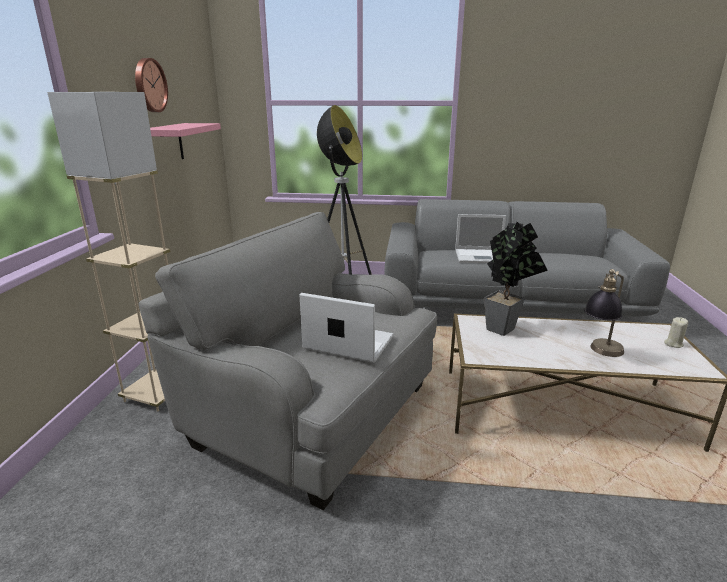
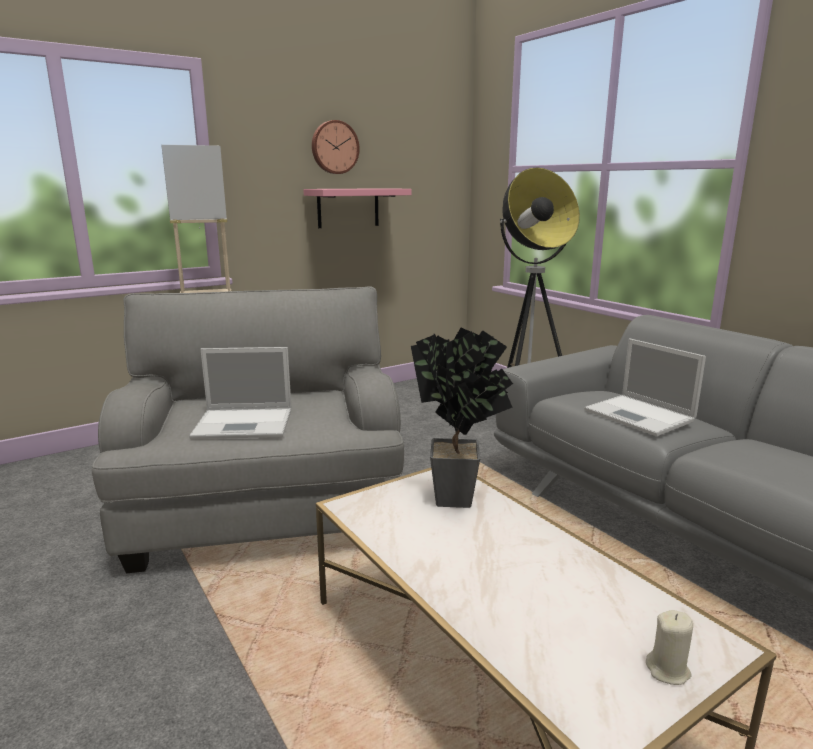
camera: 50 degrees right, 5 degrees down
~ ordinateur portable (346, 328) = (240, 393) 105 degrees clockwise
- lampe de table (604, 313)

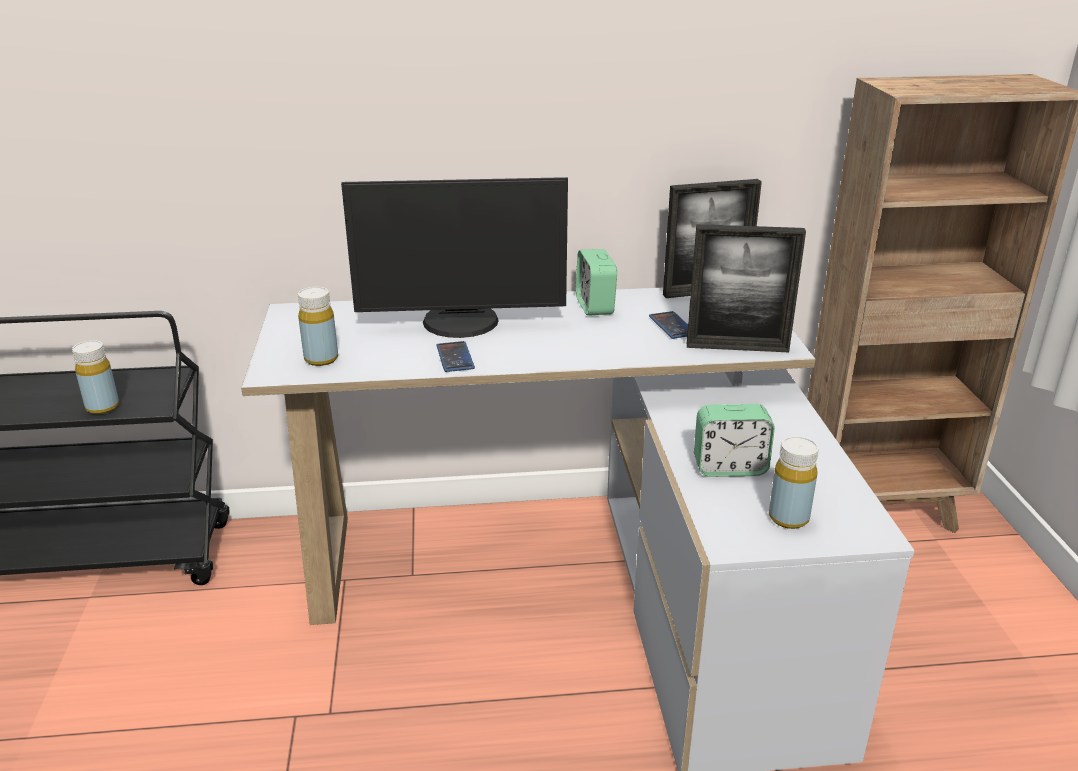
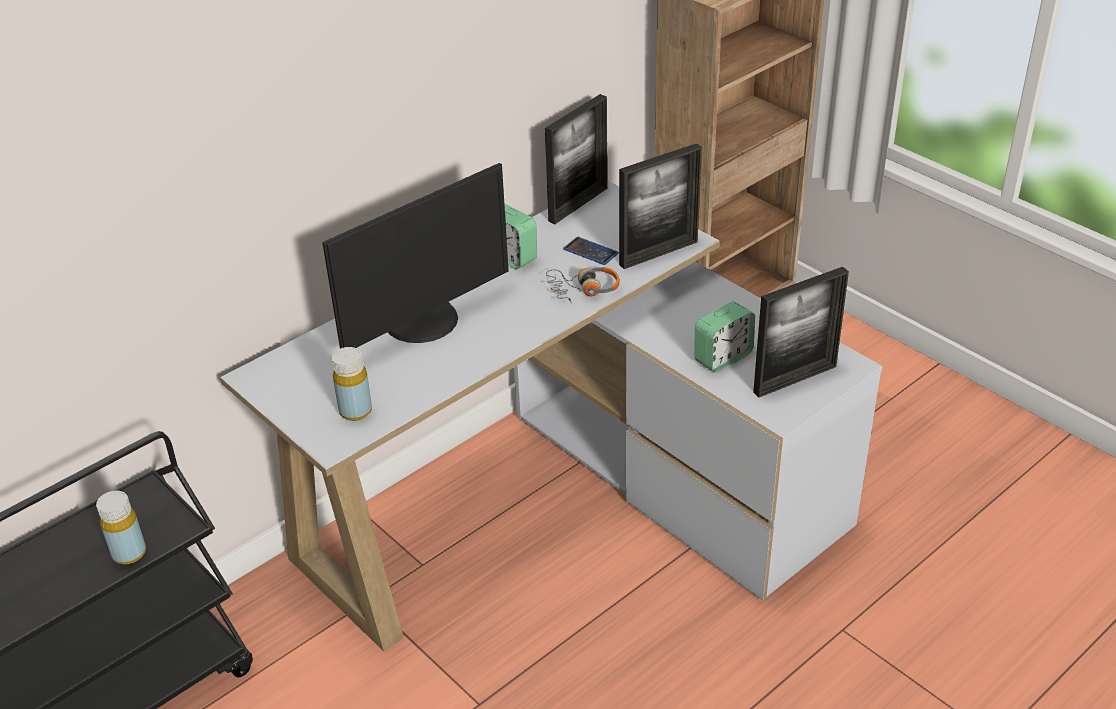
camera: 35 degrees left, 10 degrees up
+ casque audio (583, 285)
~ bouteille/jaune (794, 482) to cadre photo (801, 332)
- téléphone (455, 356)

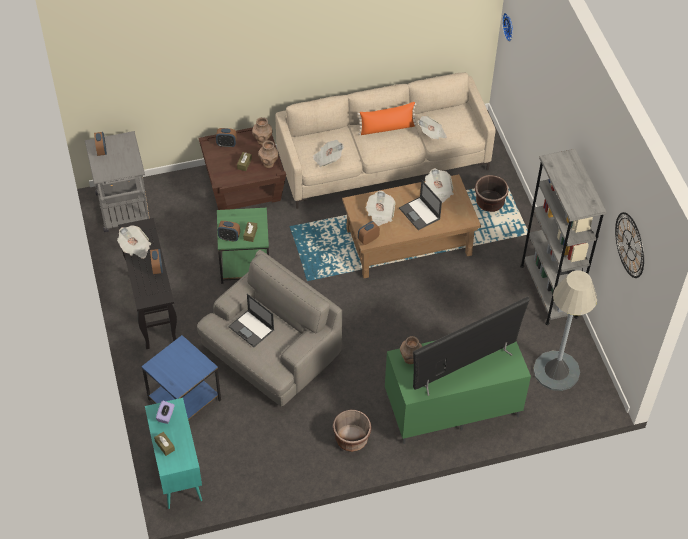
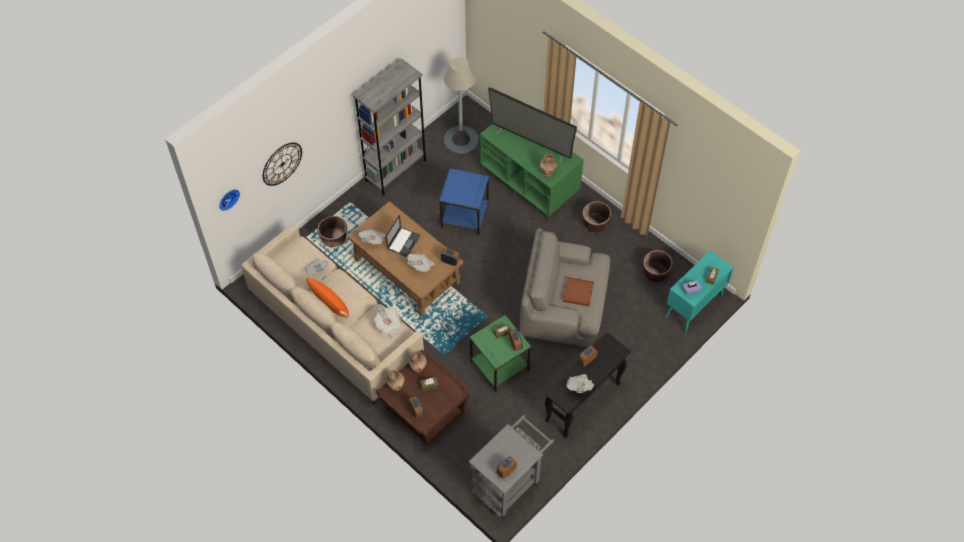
camera: 120 degrees left, 5 degrees up
~ horloge murale (629, 245) to (282, 164)
~ table d'appoint/bleu (181, 377) to (464, 201)
~ ordinateur portable (251, 320) to plateau/marron (578, 291)
+ cache-pot/marron (658, 266)

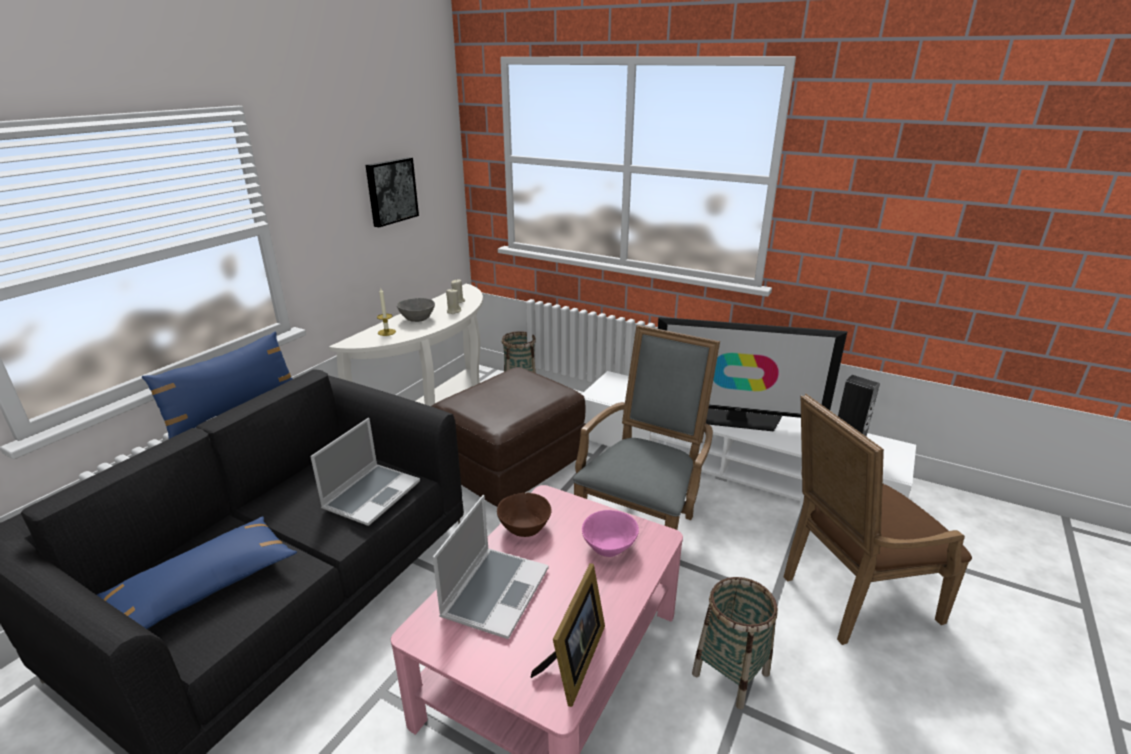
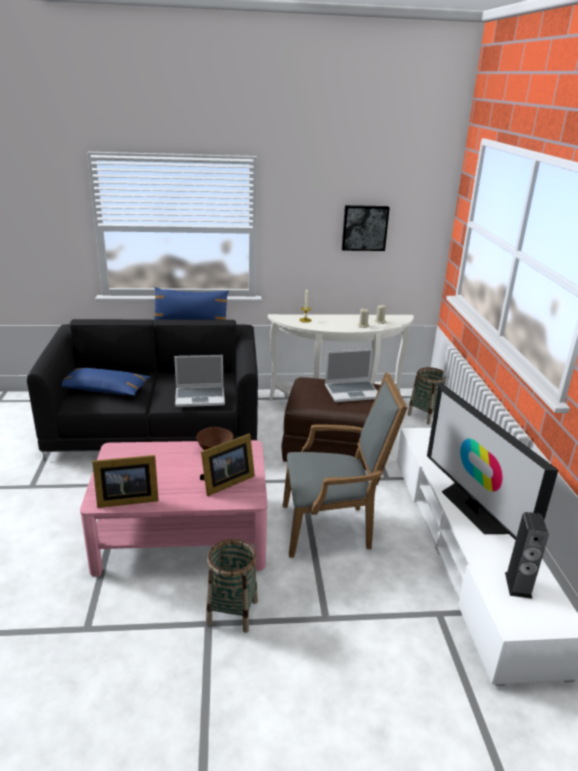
camera: 55 degrees right, 0 degrees up
~ bol/rose (610, 533) to cadre photo (227, 465)
~ ordinateur portable (491, 567) to (351, 375)
- bol/gris (416, 310)
- fauteuil/marron (878, 519)

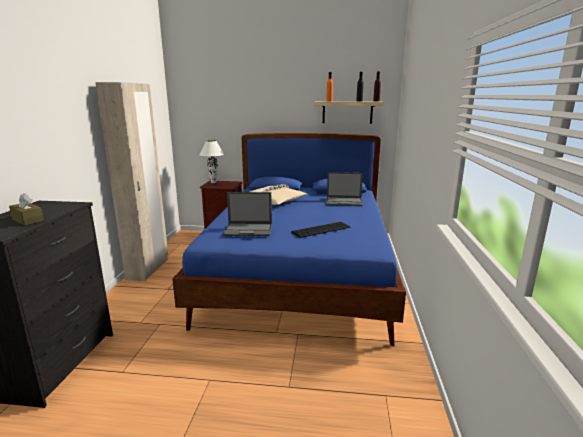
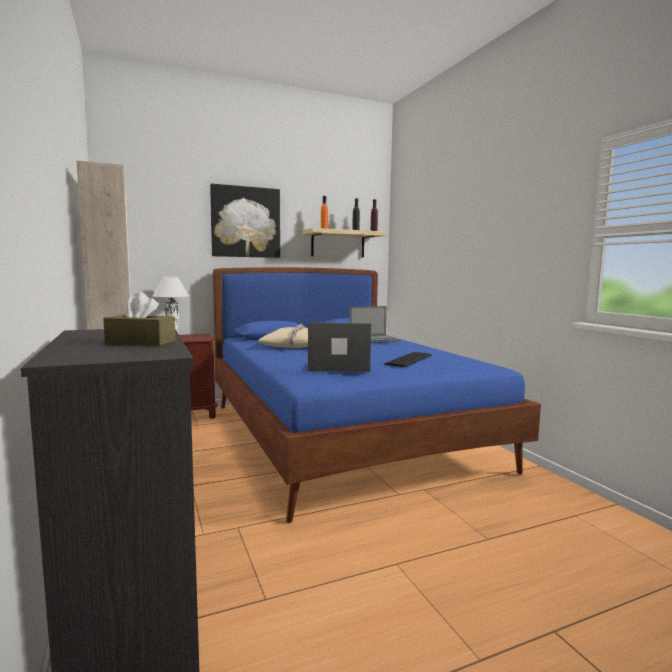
camera: 30 degrees left, 10 degrees down
+ tableau (245, 221)
~ ordinateur portable (247, 214) = (339, 347) 150 degrees counterclockwise

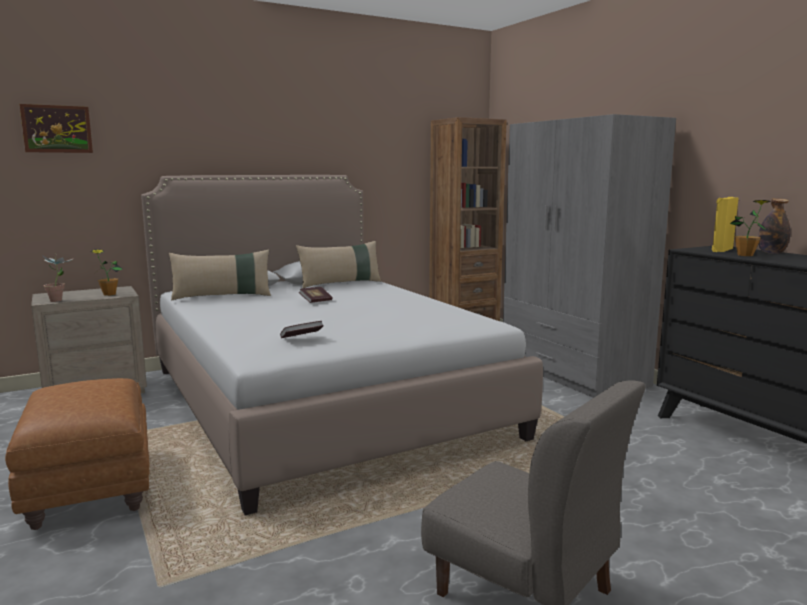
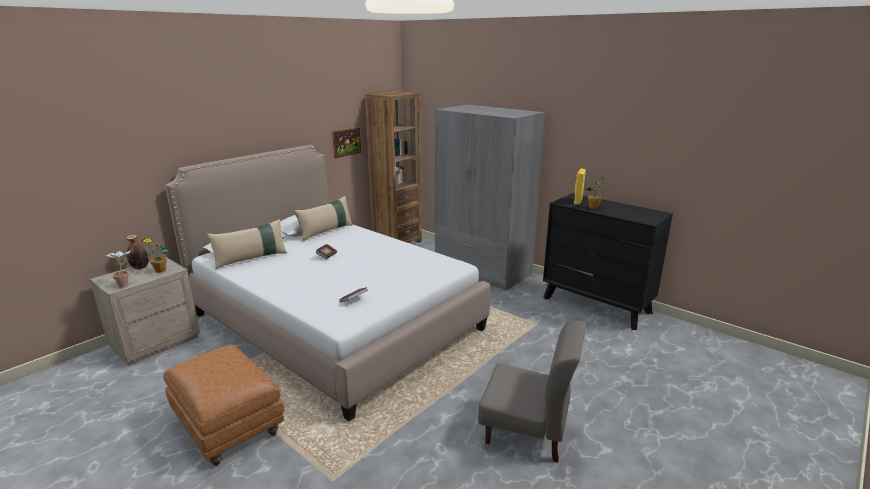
camera: 20 degrees left, 10 degrees up
~ bouteille (774, 226) to (137, 251)
~ tableau (56, 128) to (346, 143)

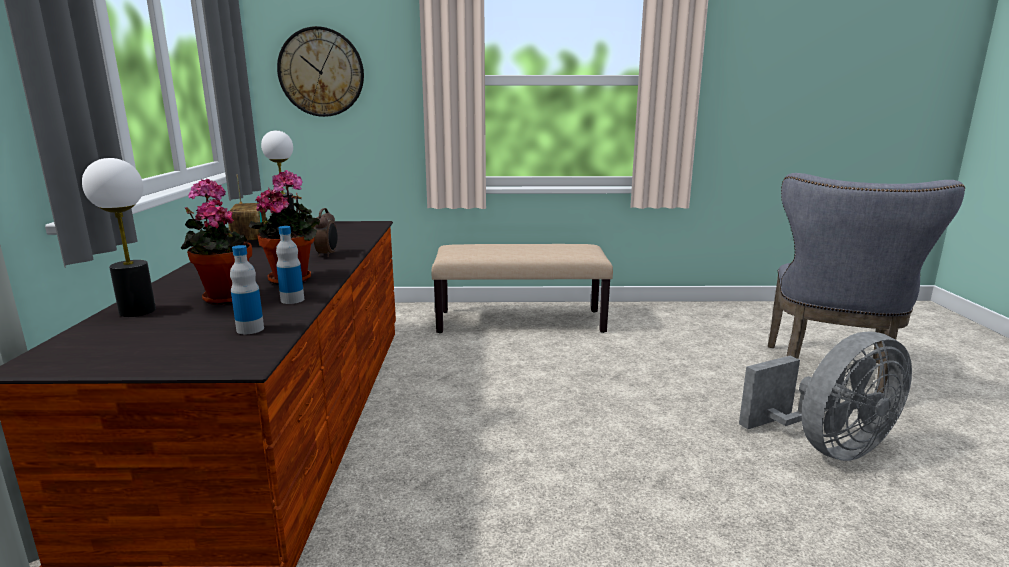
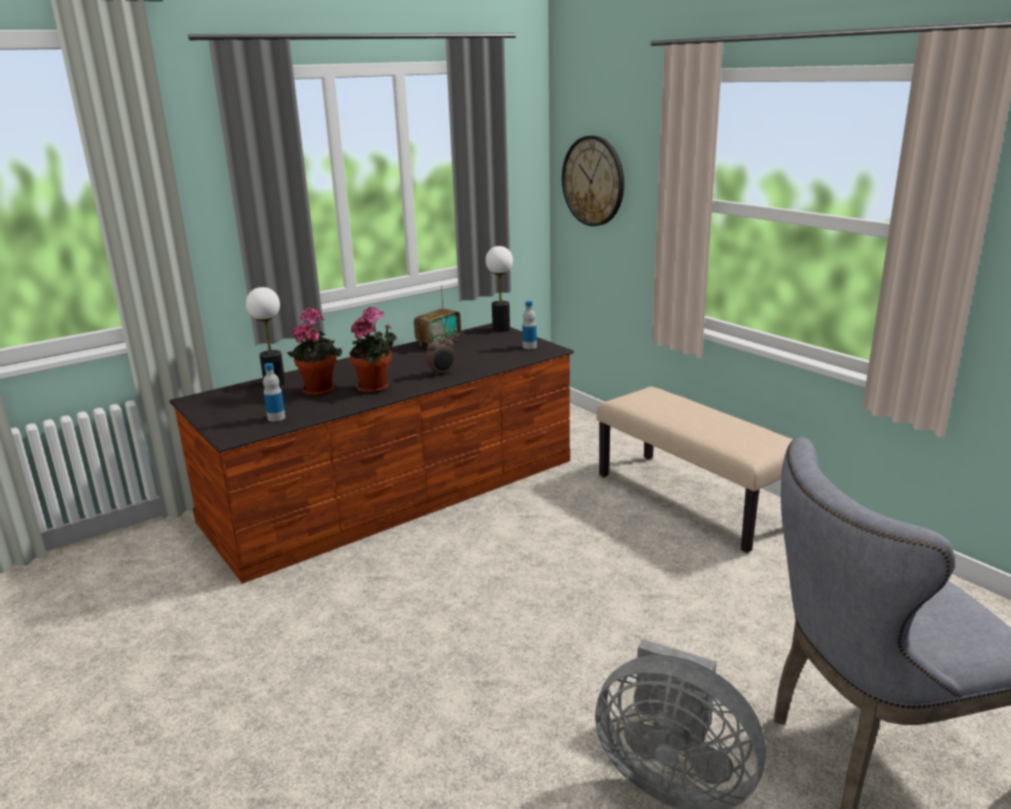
camera: 55 degrees right, 5 degrees up
~ bouteille (290, 265) to (529, 325)

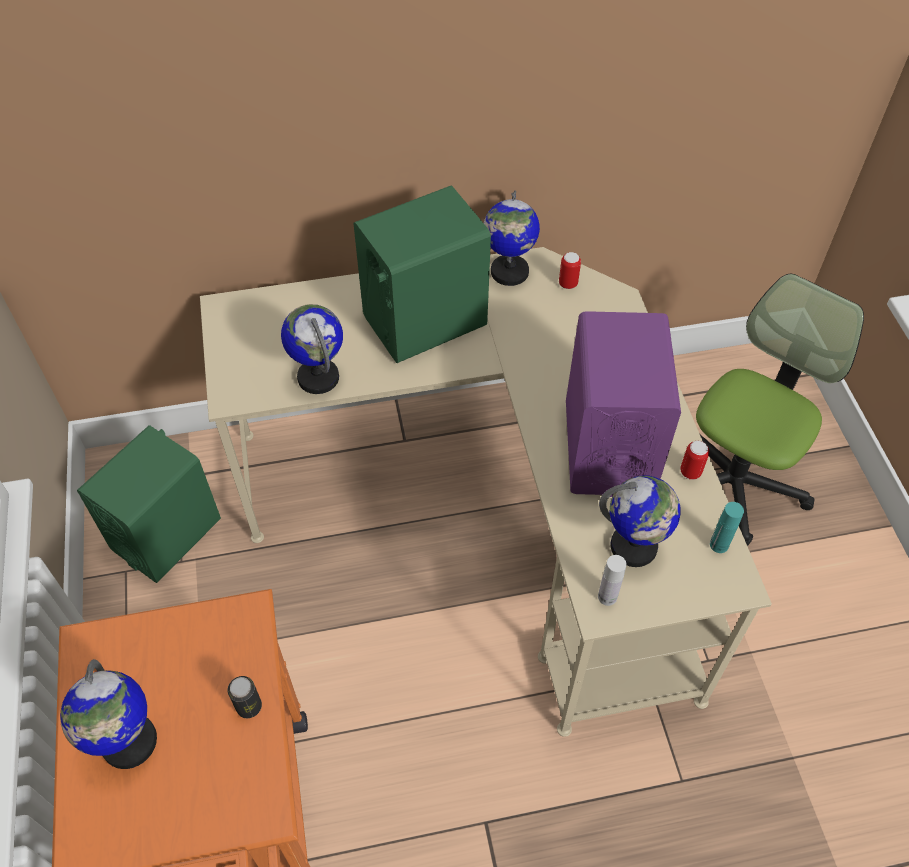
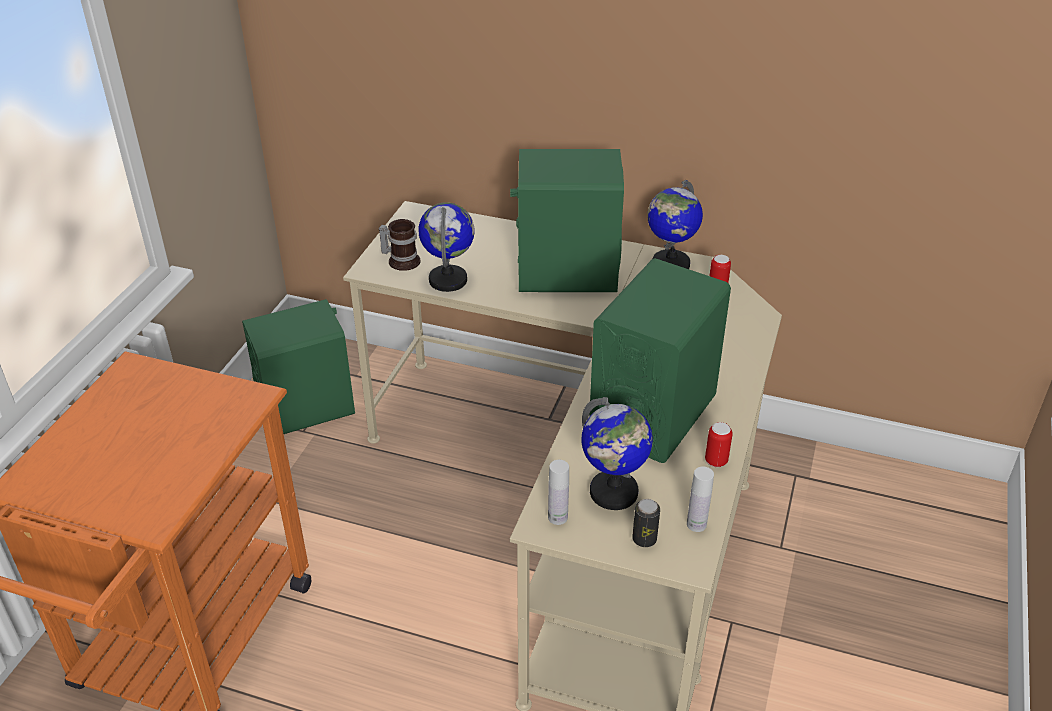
camera: 30 degrees right, 15 degrees down
+ mug (400, 245)
~ enceinte/violet (623, 404) to enceinte/vert (660, 360)
~ boîte métallique (245, 697) to (646, 523)
~ bouteille/turquoise (727, 527) to bouteille/blanc (700, 499)
- globe (108, 714)
- chaise de bureau (780, 410)

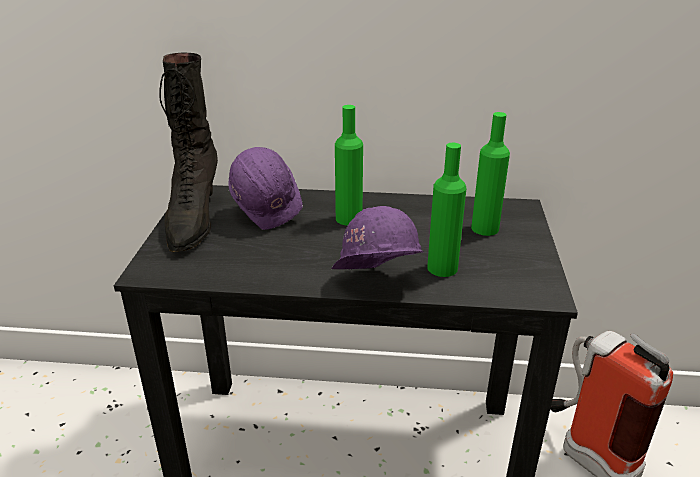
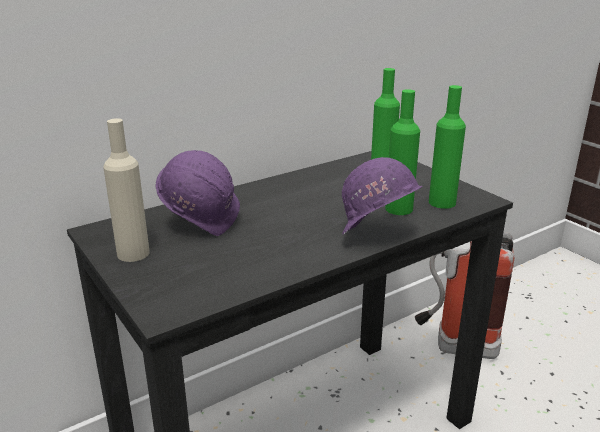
camera: 40 degrees left, 5 degrees down
~ botte/noir (188, 152) to bouteille/beige (126, 190)
~ bouteille/vert (349, 165) to (447, 147)

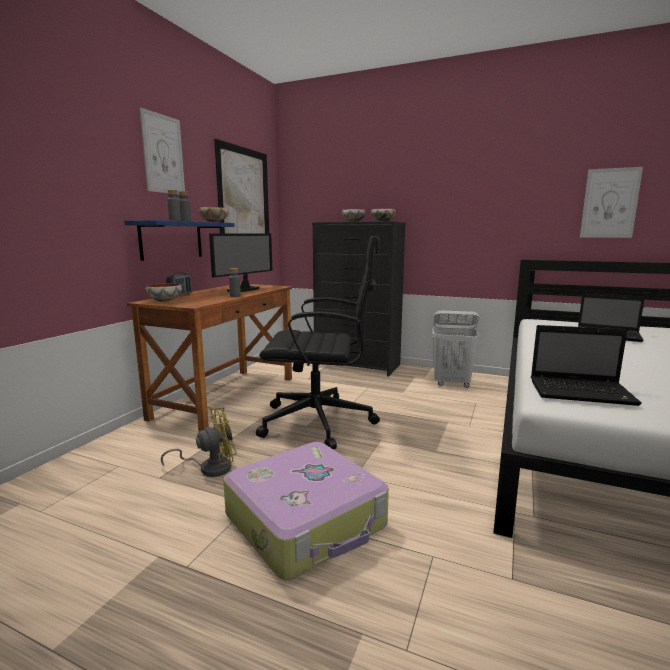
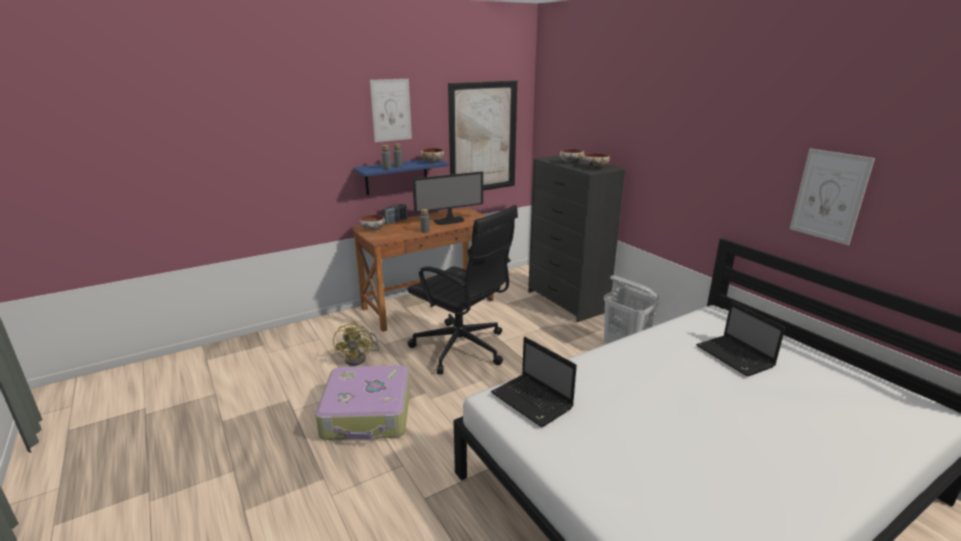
camera: 35 degrees right, 10 degrees up
~ ventilateur/jaune (199, 442) = (356, 344) 75 degrees clockwise

